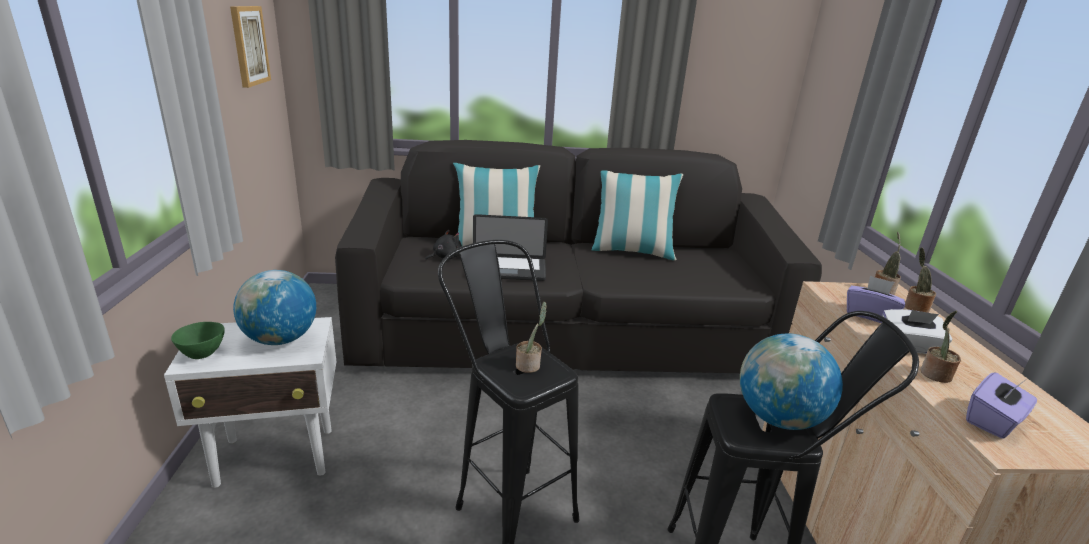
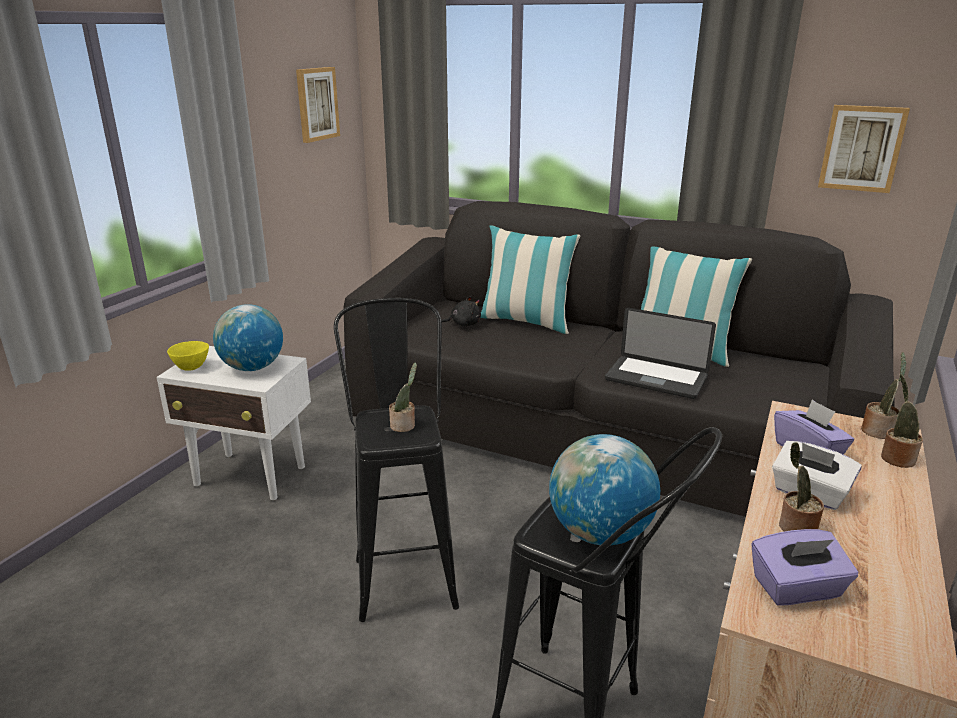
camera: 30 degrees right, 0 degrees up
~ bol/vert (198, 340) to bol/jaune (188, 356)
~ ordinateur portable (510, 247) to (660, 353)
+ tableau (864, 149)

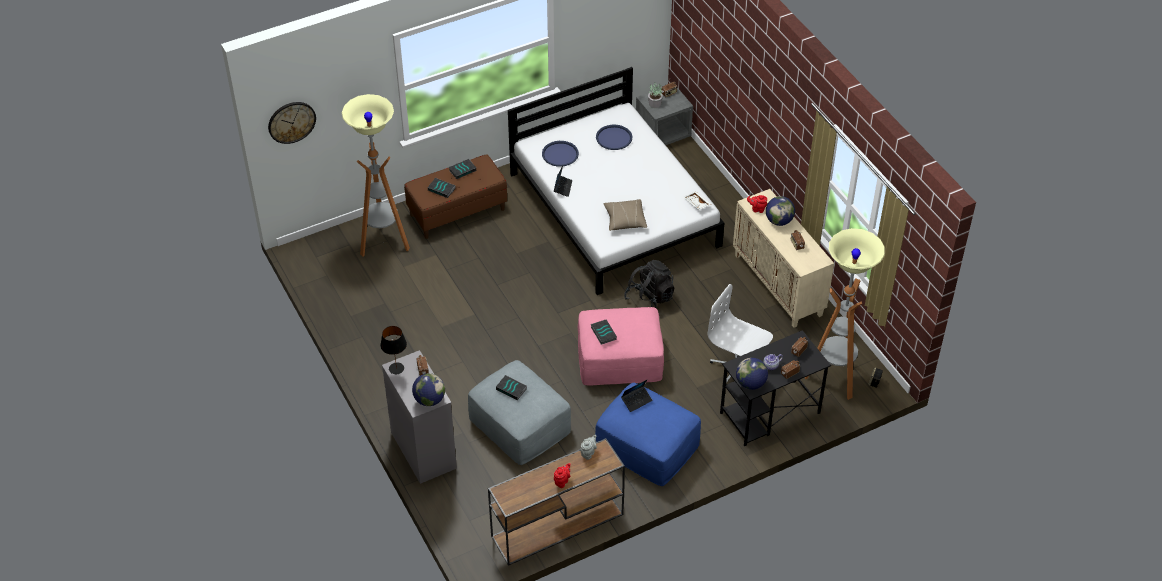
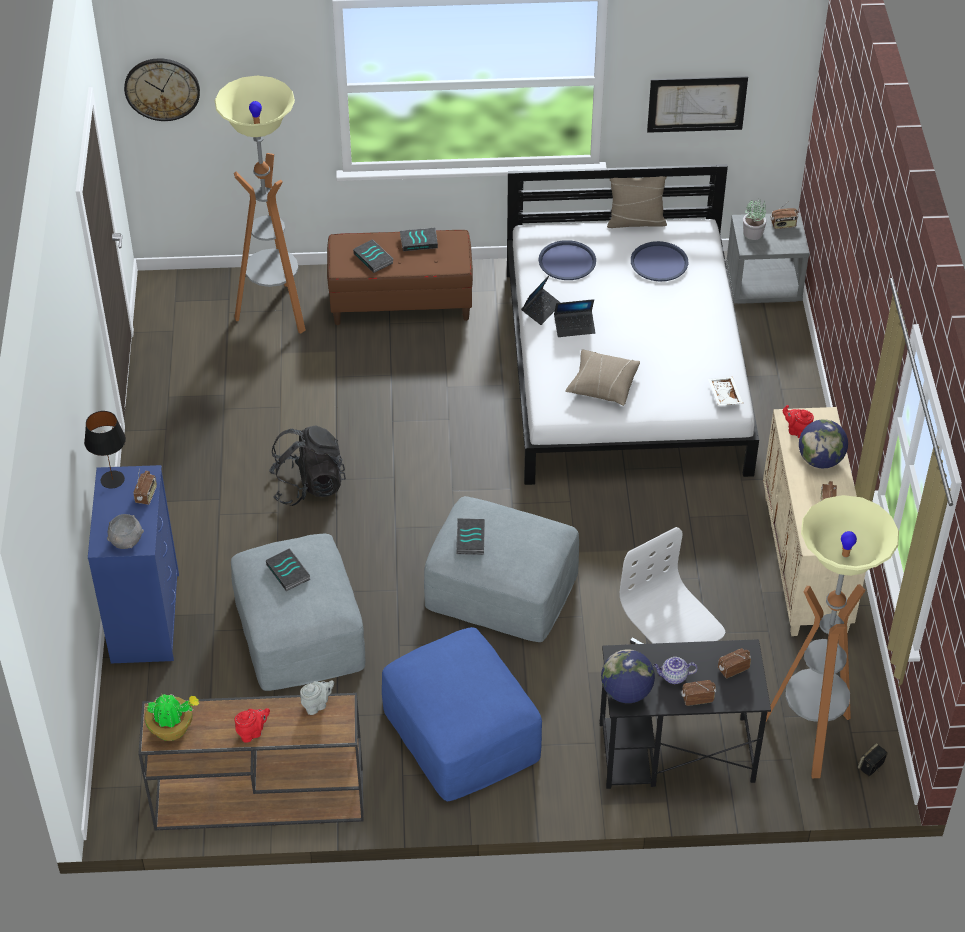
camera: 25 degrees right, 0 degrees up
~ commode/gris (419, 417) to commode/bleu (133, 564)
~ globe (428, 389) to bol/gris (125, 531)
+ plante en pot (172, 717)
~ sac à dos/noir (649, 284) to (307, 466)
~ pouf/rose (621, 346) to pouf/gris (501, 569)
~ ordinateur portable (637, 396) to (575, 318)
+ coussin/beige (637, 202)
+ tableau (697, 104)

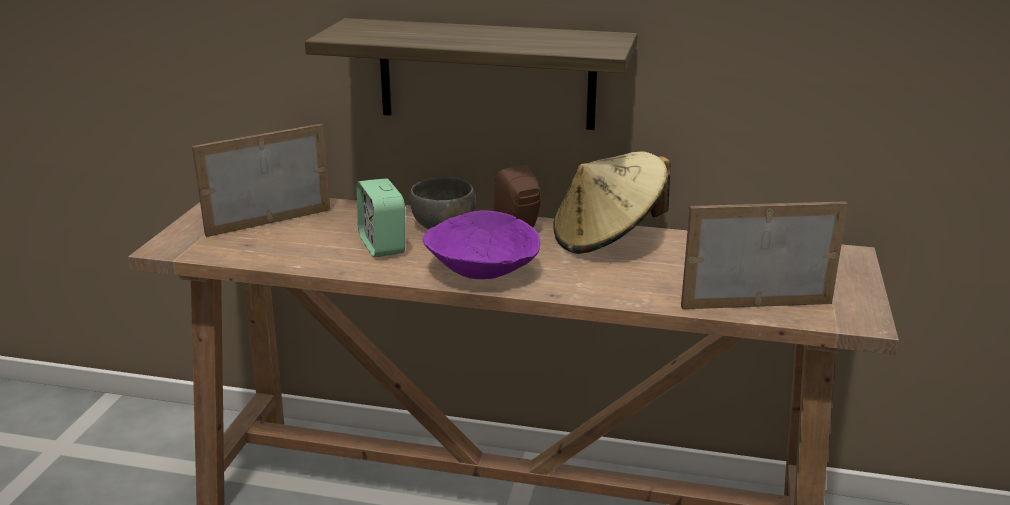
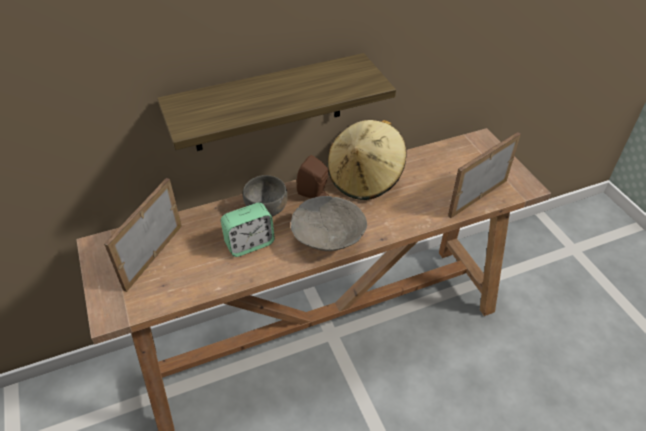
camera: 35 degrees left, 20 degrees up
~ réveil (381, 217) = (248, 230) 60 degrees counterclockwise
~ bol/violet (481, 244) to bol/gris (329, 223)

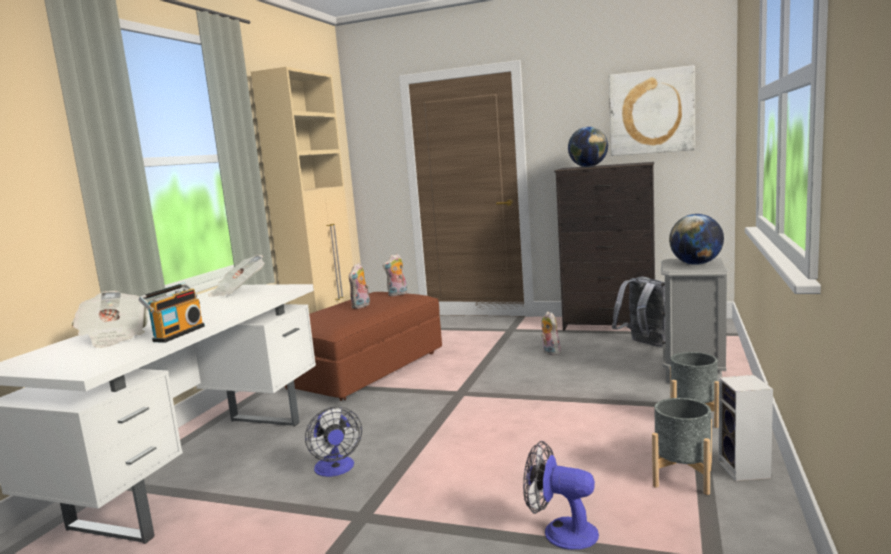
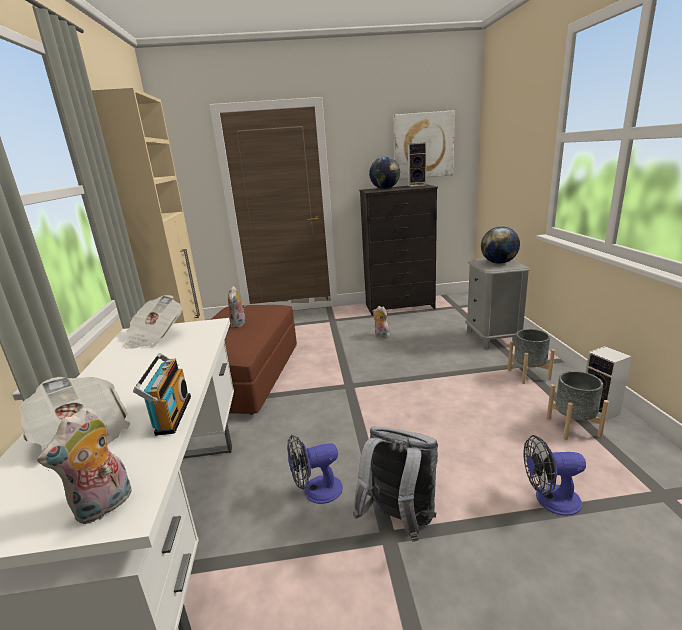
camera: 25 degrees left, 10 degrees up
~ peluche (395, 275) to (84, 465)
~ ventilateur (333, 441) = (315, 469) 120 degrees clockwise
~ sac à dos/gris (638, 311) to (395, 484)
+ enceinte (417, 164)

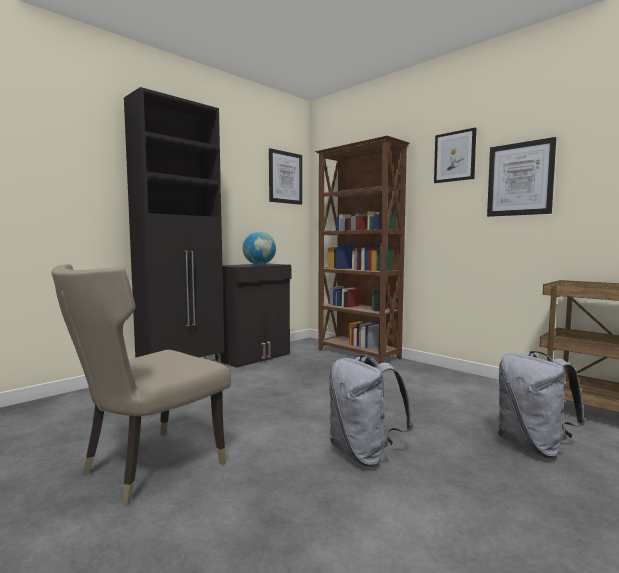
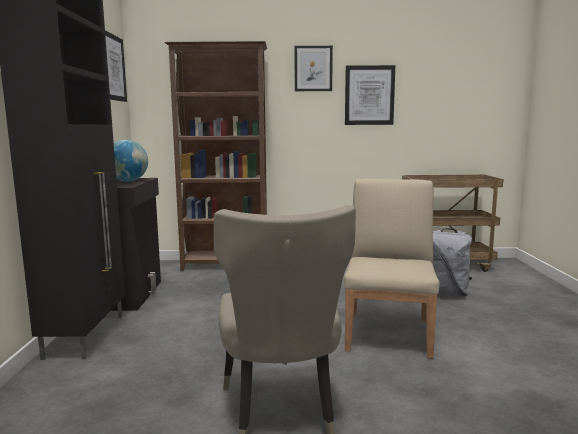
camera: 45 degrees left, 5 degrees up
~ sac à dos/gris (371, 411) to chaise/beige (392, 269)

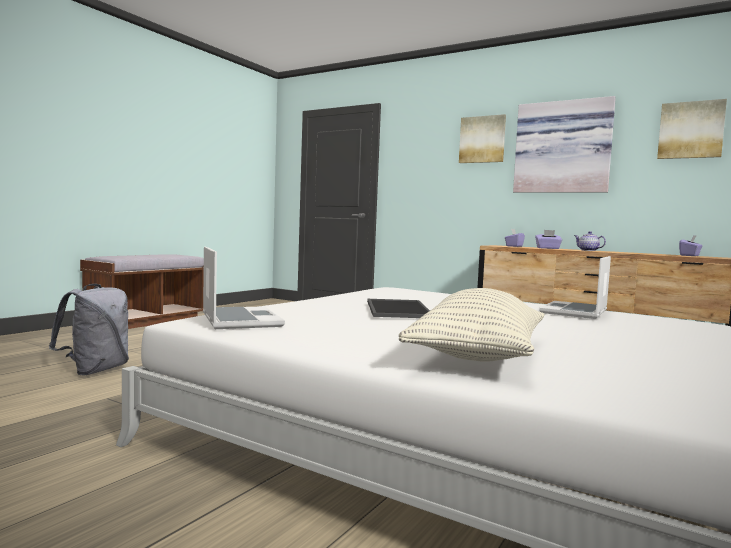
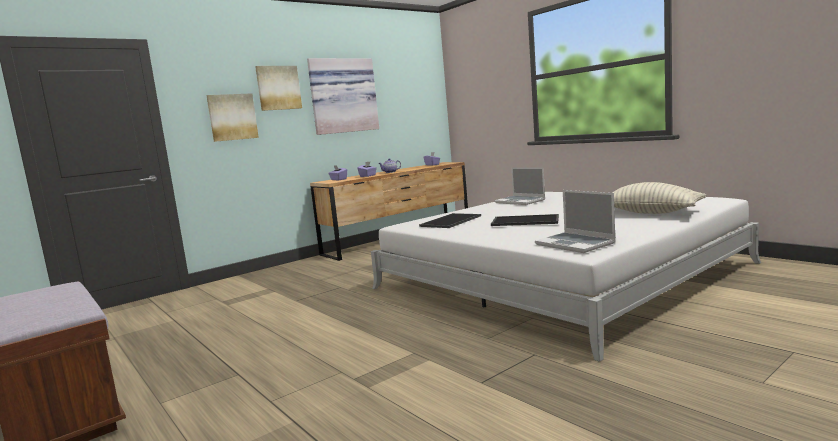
camera: 70 degrees left, 5 degrees up
~ tableau (692, 129) to (232, 117)
+ plateau (450, 220)
~ ordinateur portable (244, 288) = (575, 221) 120 degrees counterclockwise
- sac à dos/gris (89, 329)

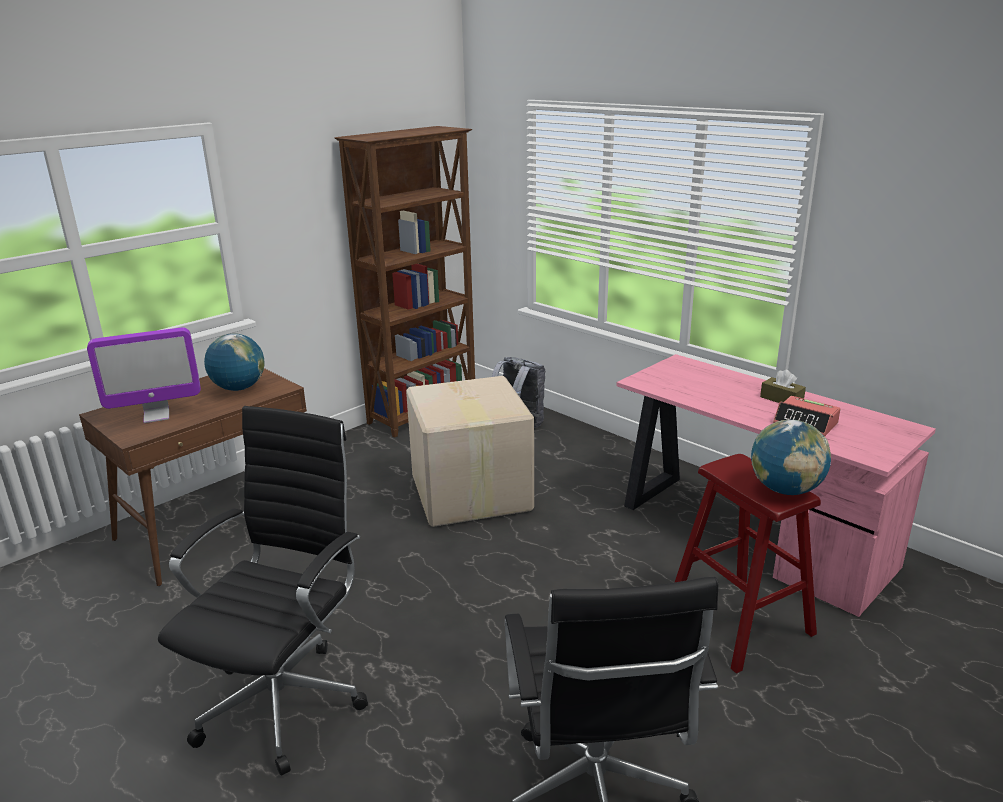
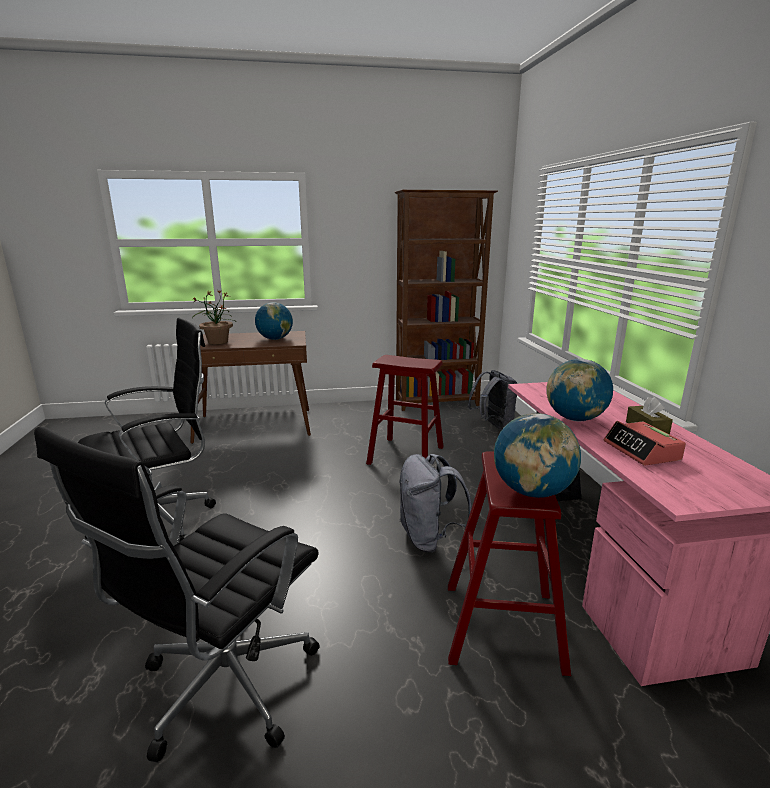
camera: 35 degrees right, 5 degrees down
~ écran d'ordinateur (144, 375) to plante en pot (214, 317)
~ carton (470, 451) to tabouret/rouge (405, 410)
+ sac à dos/gris (435, 503)
+ globe (580, 390)

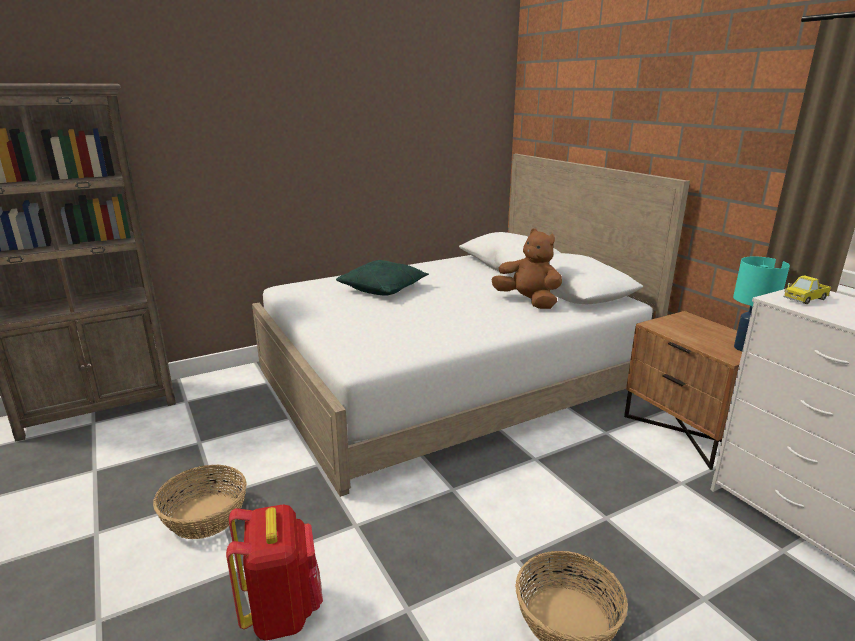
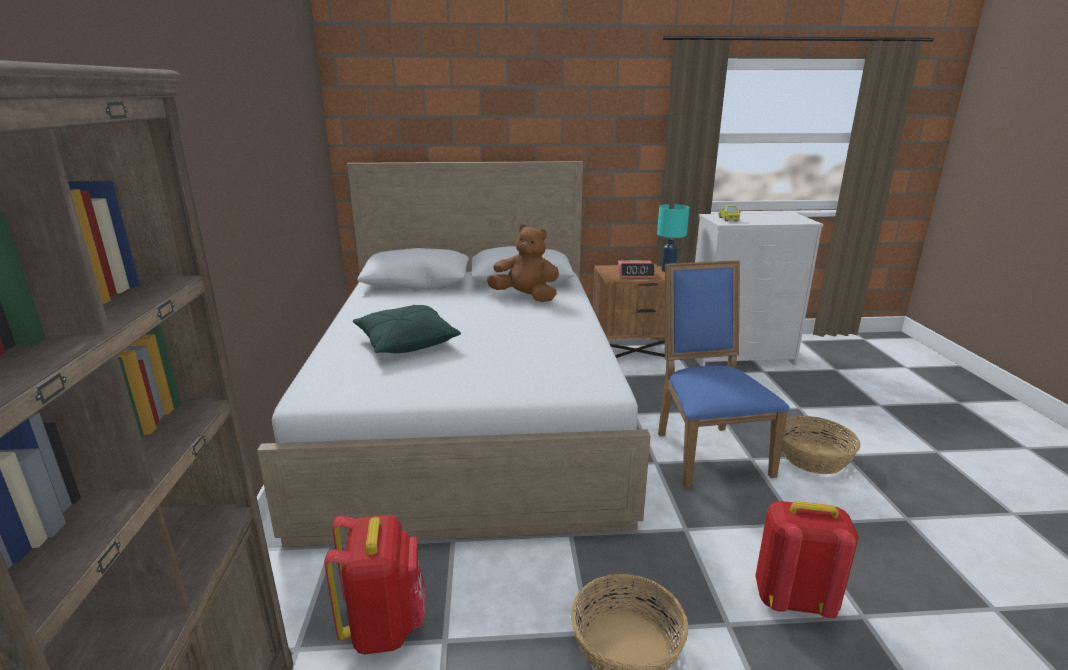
camera: 65 degrees left, 0 degrees up
+ sac à dos/rouge (374, 585)
~ peluche/marron (527, 268) = (523, 263) 45 degrees clockwise
+ réveil (636, 269)
+ chaise/bleu (724, 374)

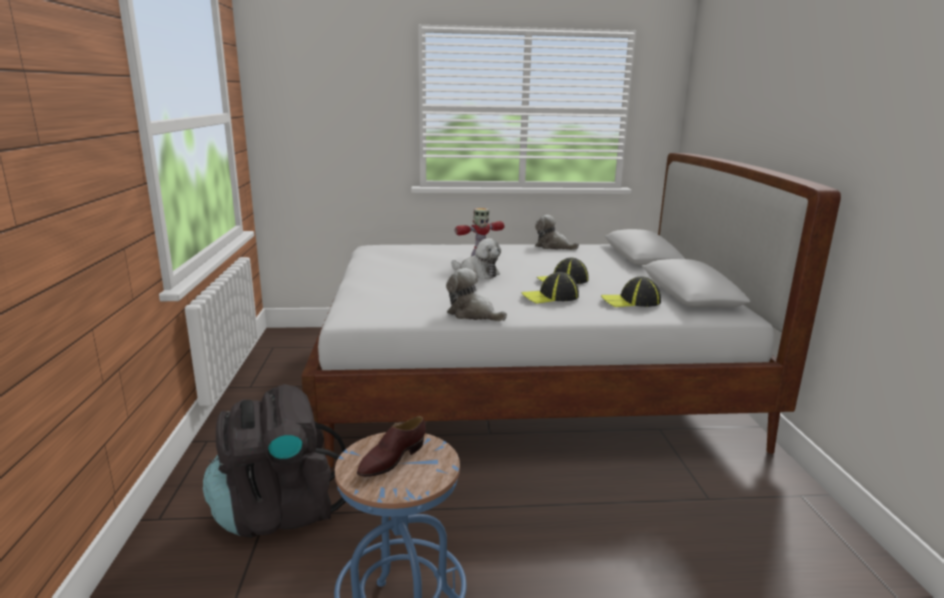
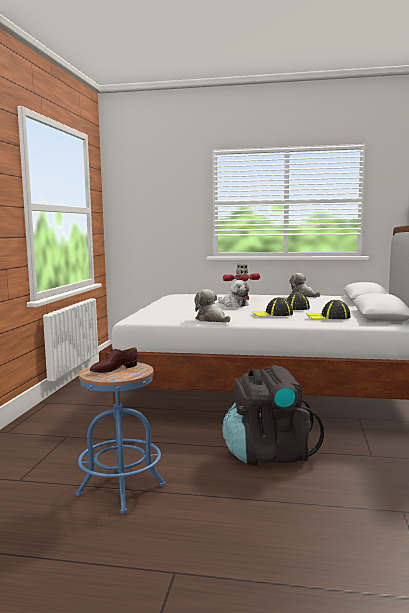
camera: 15 degrees right, 10 degrees down
~ sac à dos/noir (274, 461) to (273, 415)

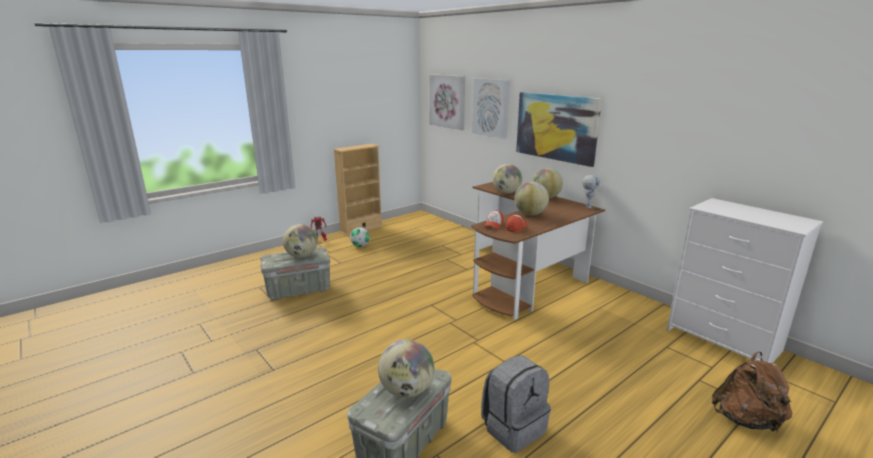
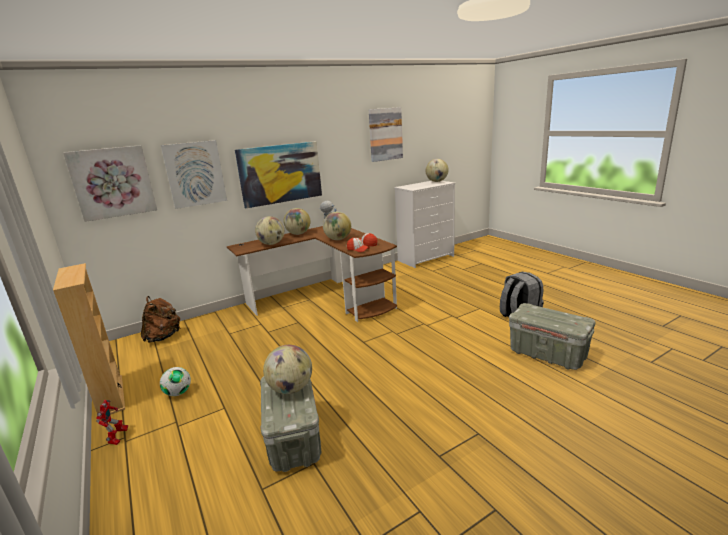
camera: 80 degrees left, 0 degrees up
~ sac à dos/marron (752, 391) to (161, 319)
+ tableau (386, 134)
~ globe (406, 368) to (437, 170)

